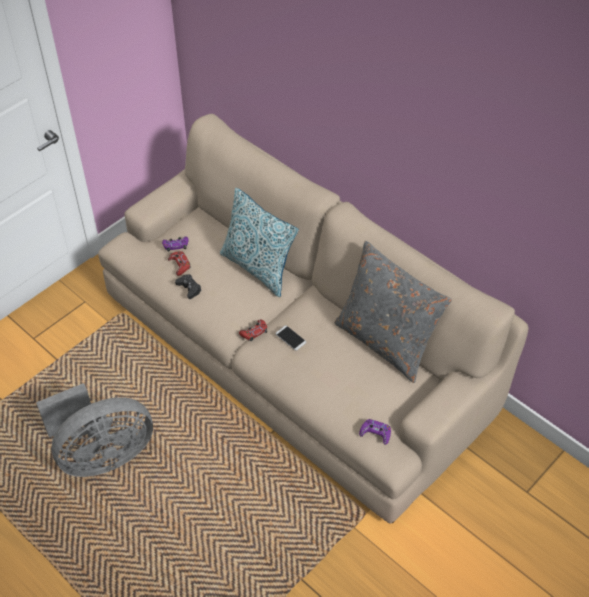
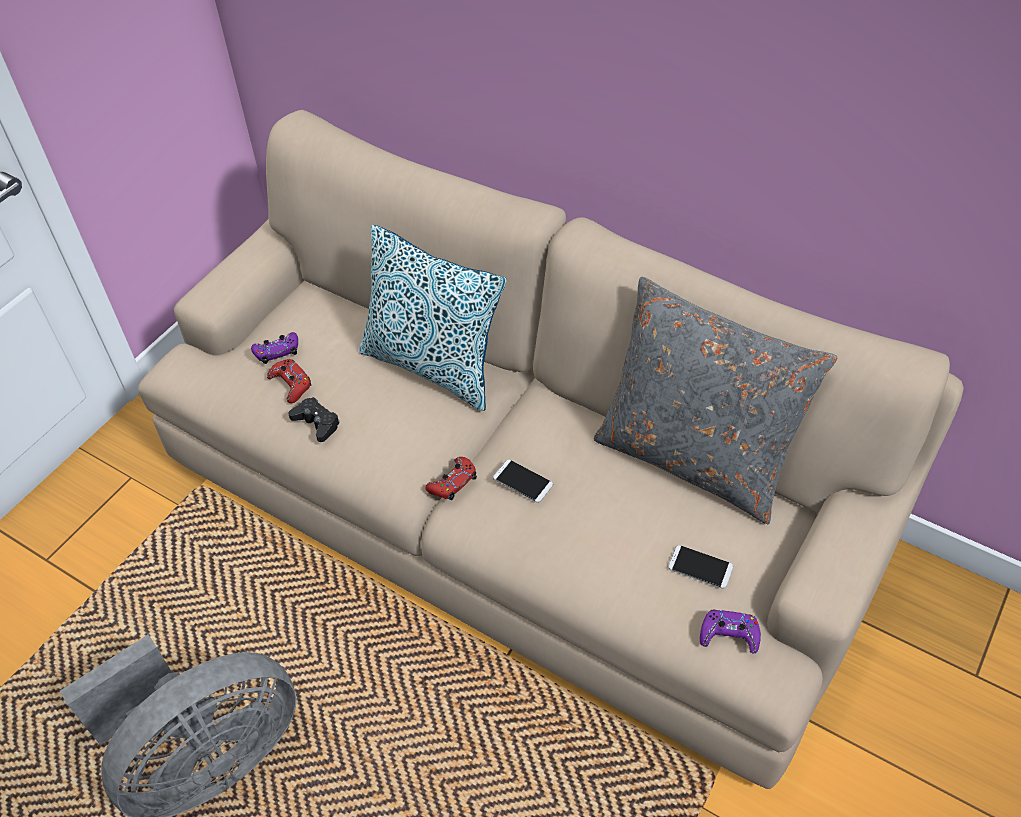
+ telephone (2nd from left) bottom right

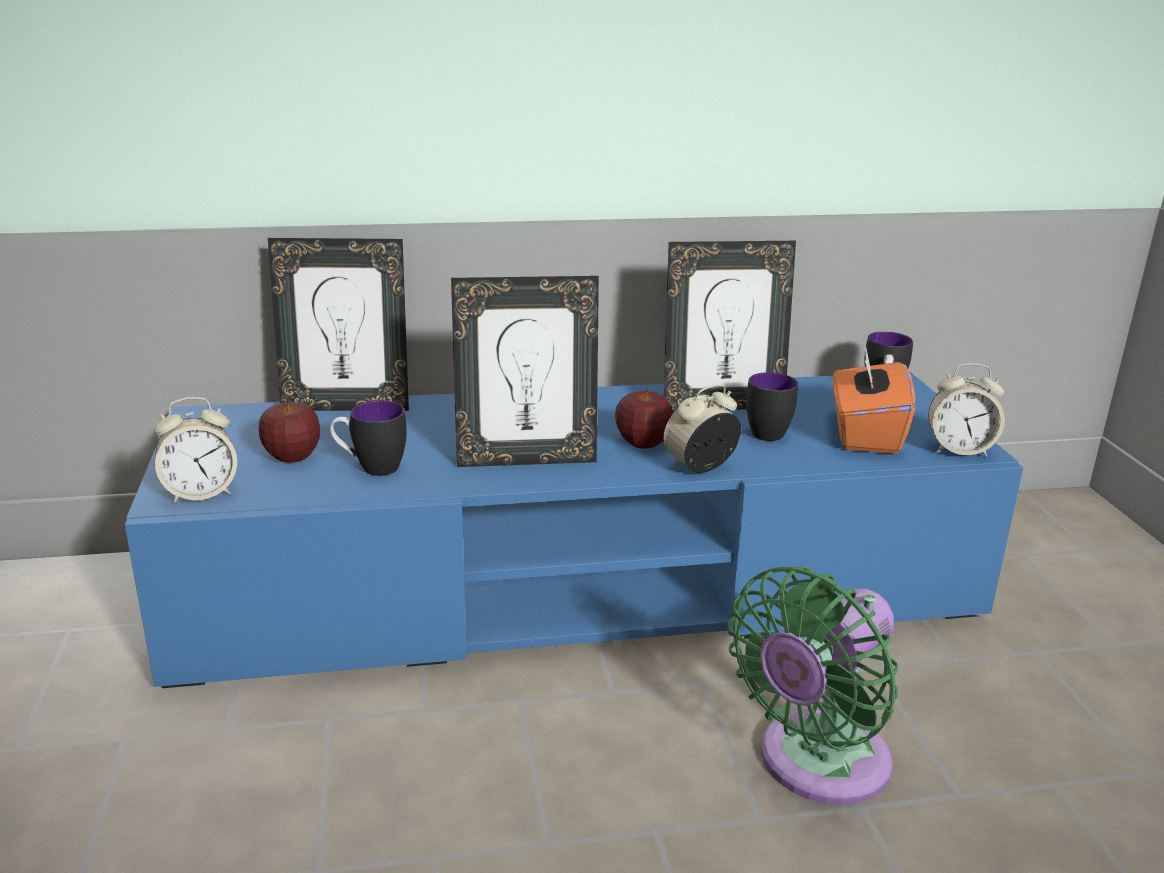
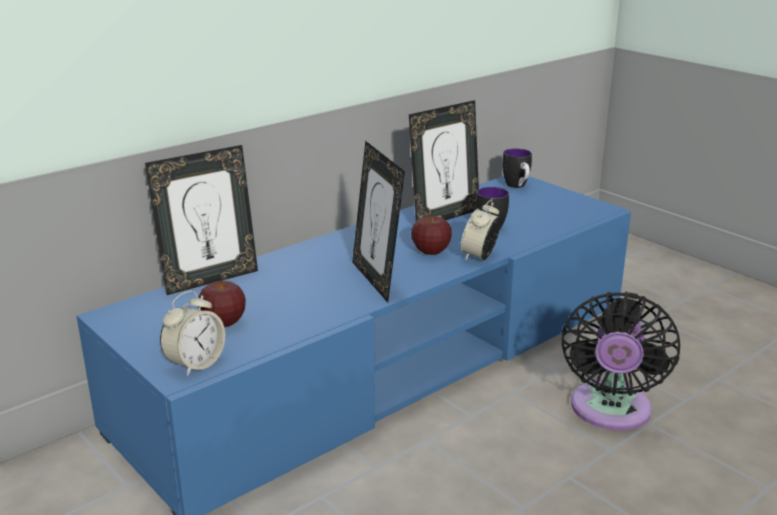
~ photo frame (2nd from left) centre = centre 105 degrees clockwise
- box of tissues (orangey) middle right
- bedside clock (3rd from left) middle right
- tea mug (1st from left) middle left
~ fan (greenish) bottom right to fan (black) bottom right

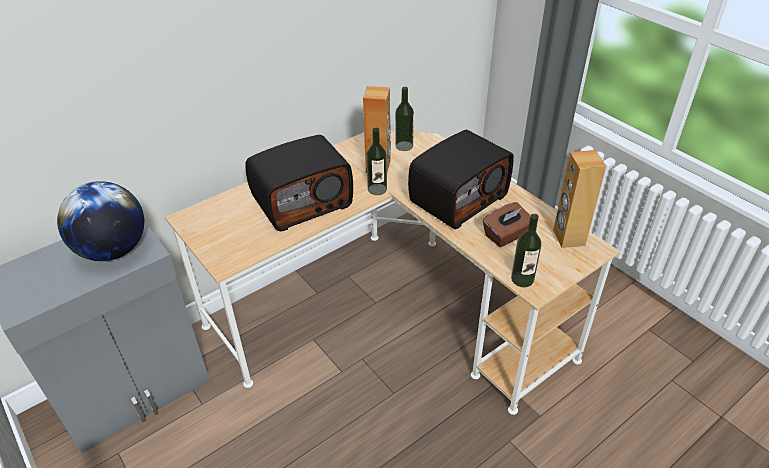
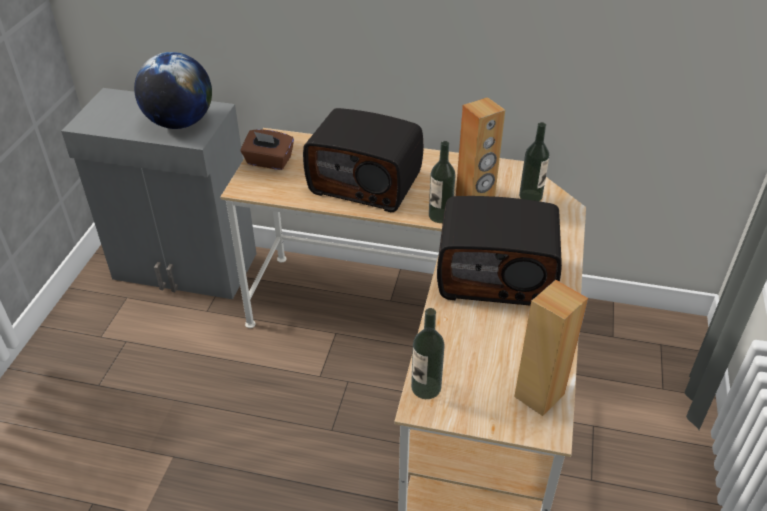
~ box of tissues (brownish) centre to top centre

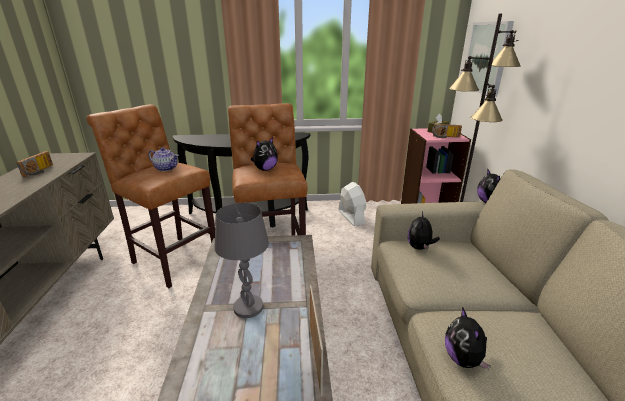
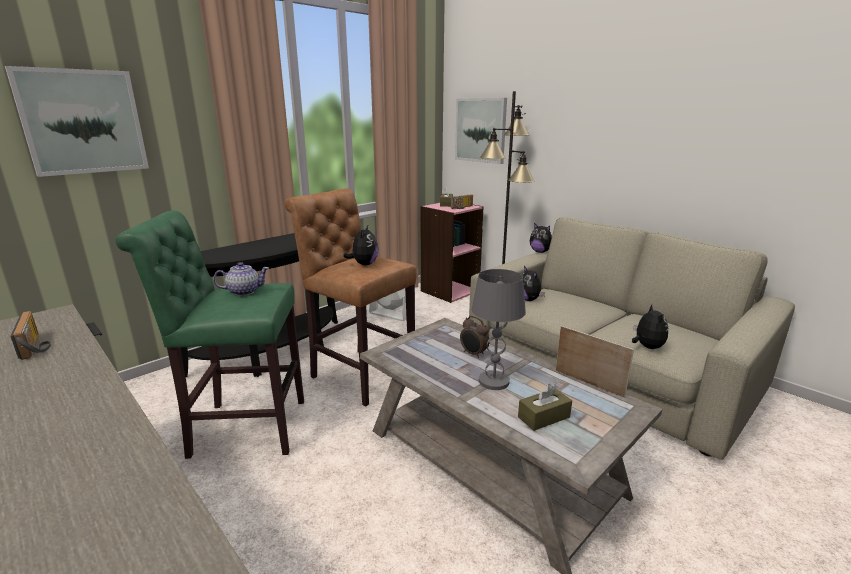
~ stool (brownish) (1st from left) middle left to stool (greenish) middle left
~ soft toy (3rd from left in the first image) bottom right = middle right 135 degrees counterclockwise
+ wall picture (1st from left) top left
+ bedside clock centre
+ box of tissues (brownish) (2nd from left) bottom centre

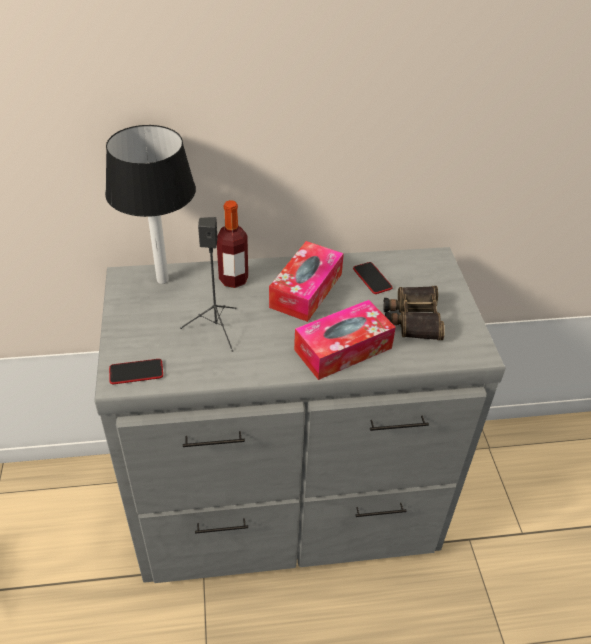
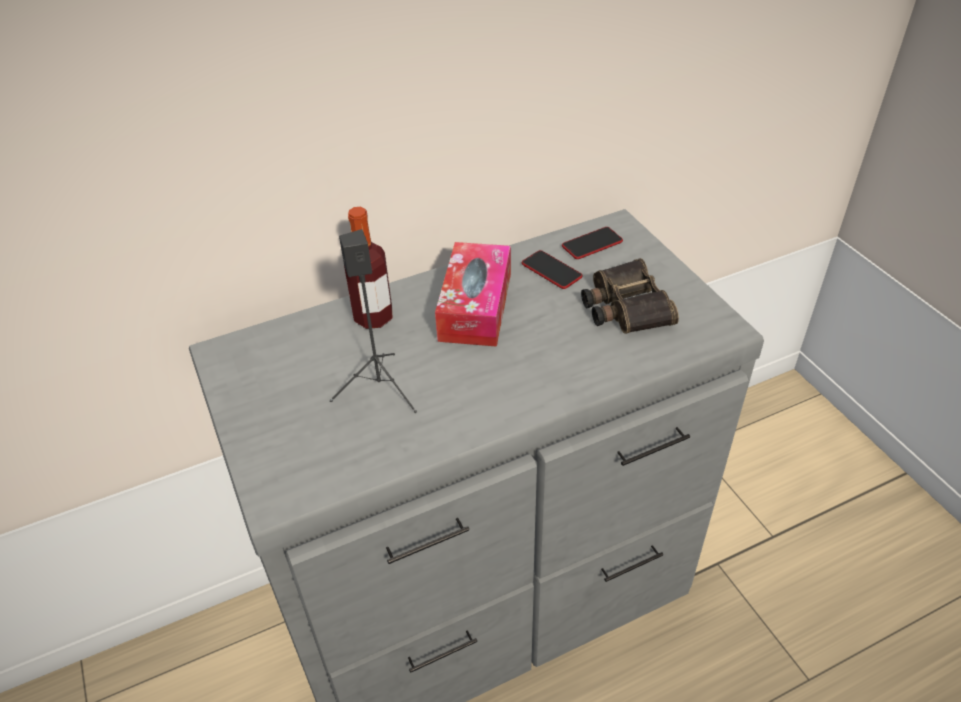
- lamp for a table top left
- box of tissues (2nd from left) centre
~ telephone (1st from left in the first image) middle left to telephone (2nd from left) centre

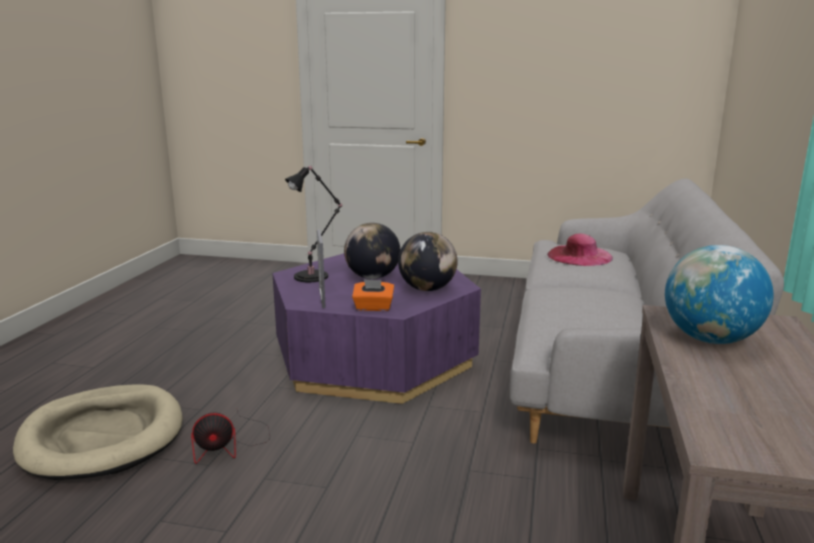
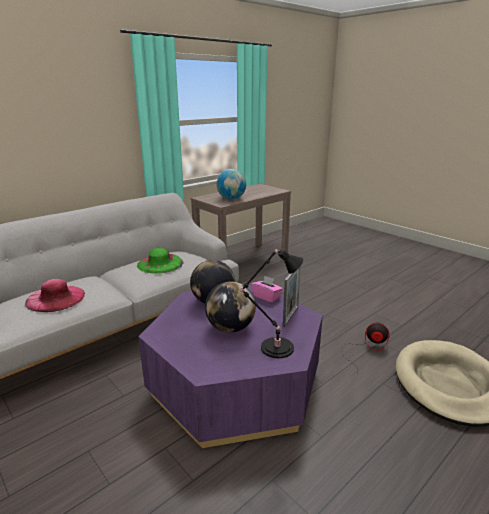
~ box of tissues (orangey) centre to box of tissues (pink-coloured) centre
+ hat (greenish) middle left

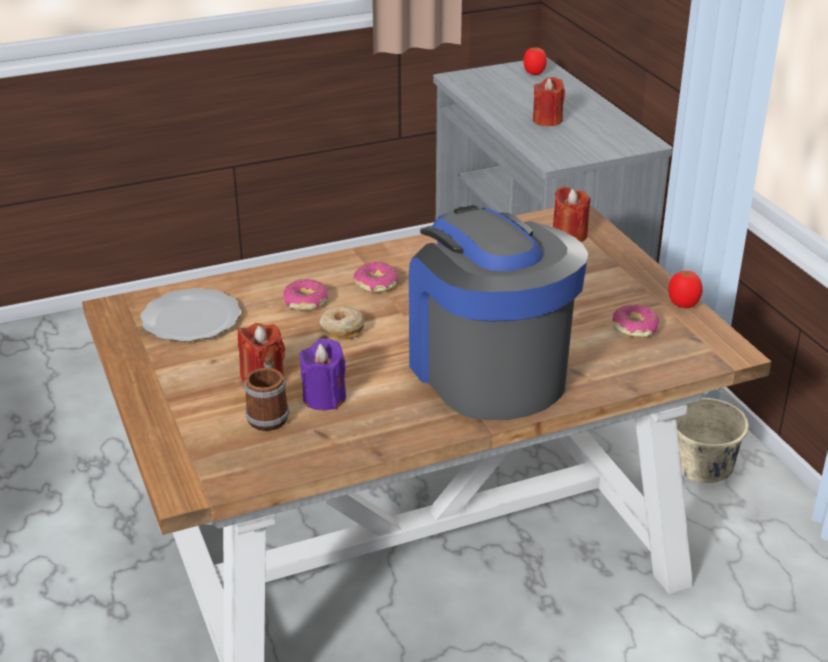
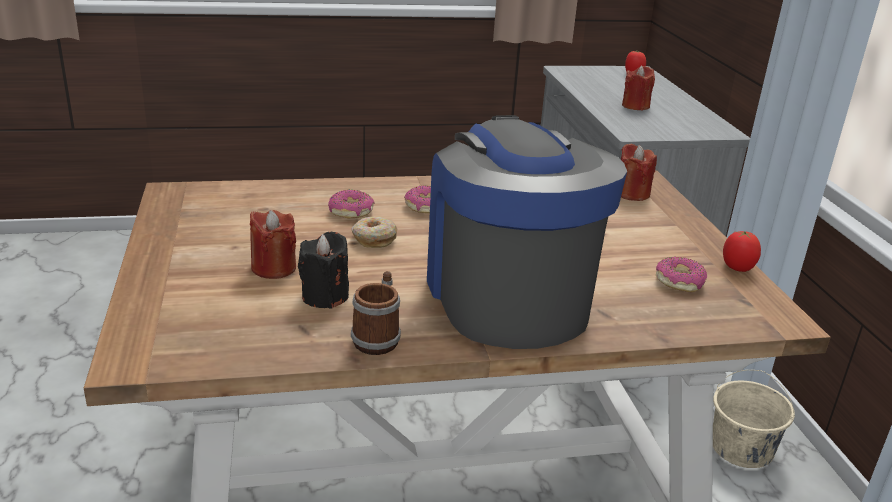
- dinner plate middle left
~ candle (purple) centre to candle (black) centre
~ tea mug middle left to centre

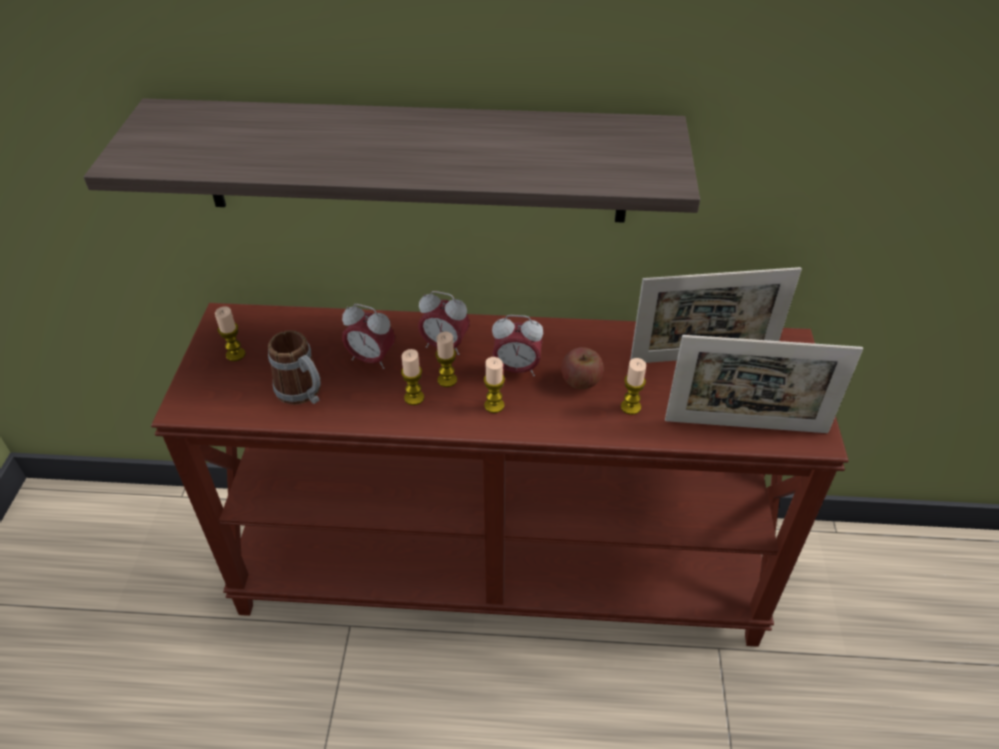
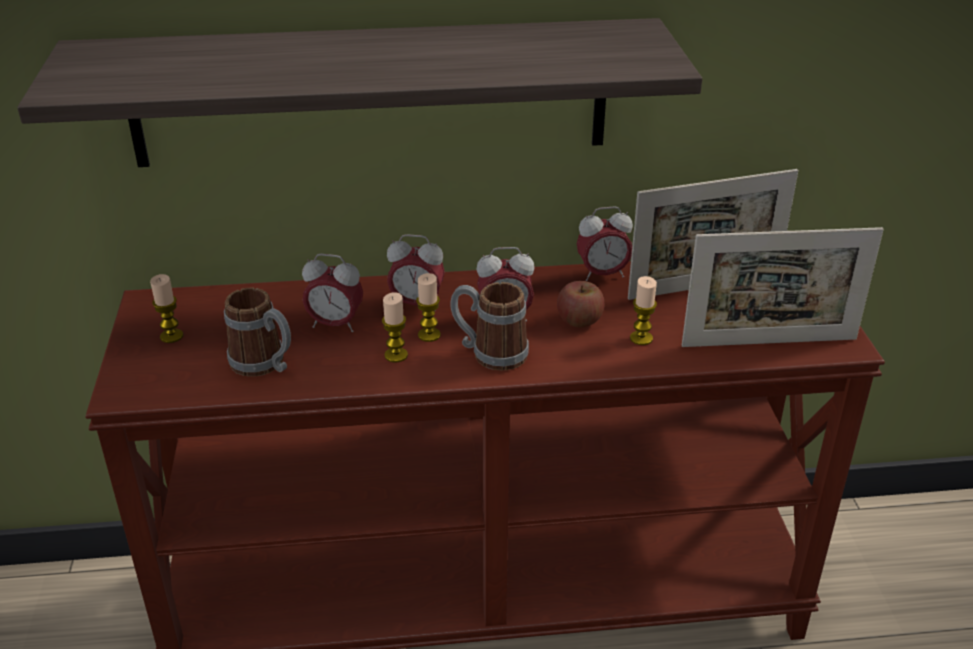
~ candle (4th from left) centre to tea mug (2nd from left) centre
+ bedside clock (4th from left) centre

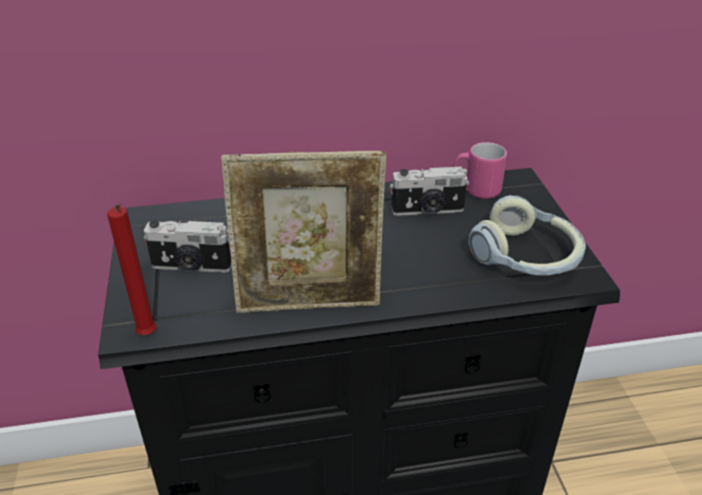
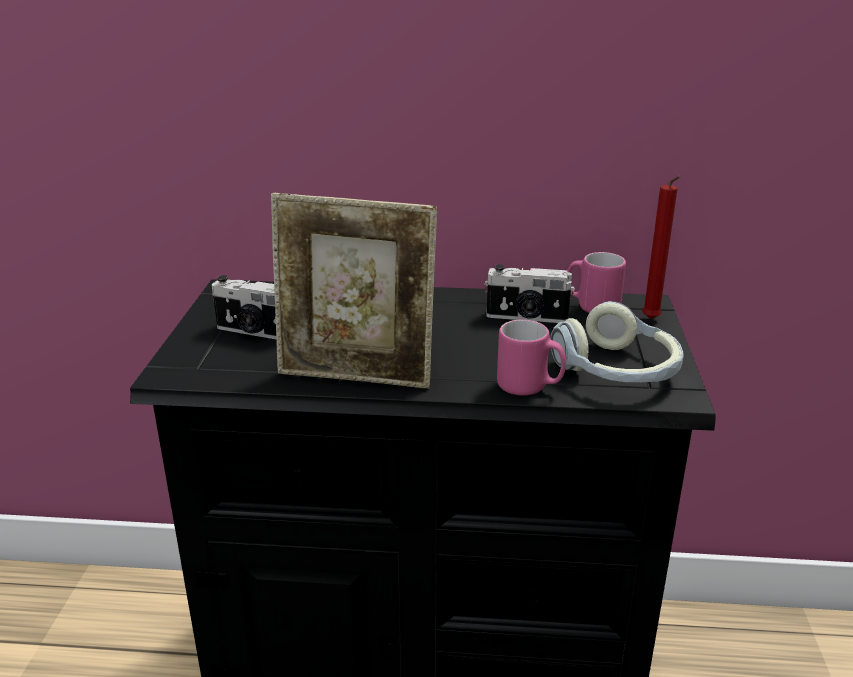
~ candle (red-coloured) middle left to middle right
+ tea mug (pink-coloured) (1st from left) centre

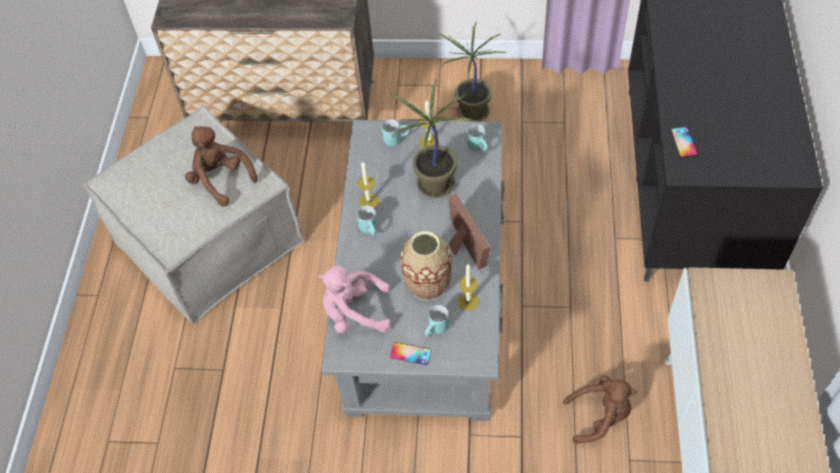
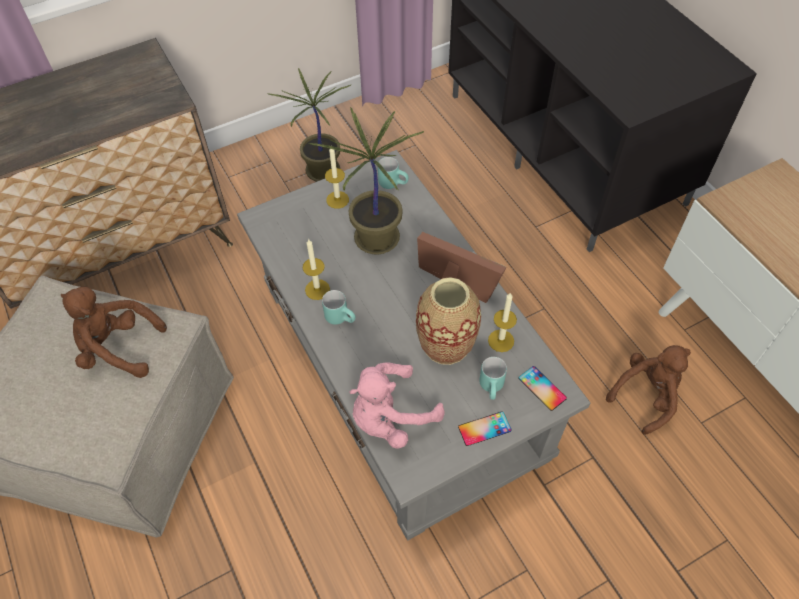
- tea mug (turquoise-coloured) (2nd from left) top centre
~ telephone (2nd from left) top right to middle right

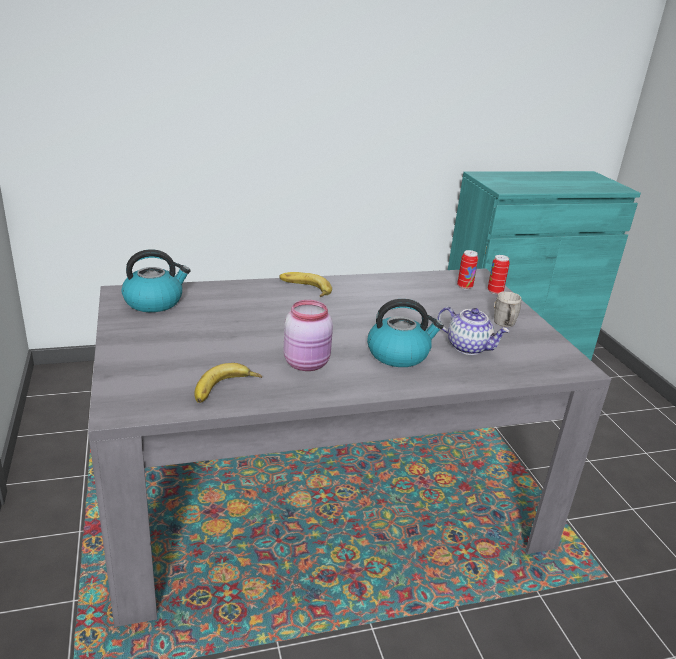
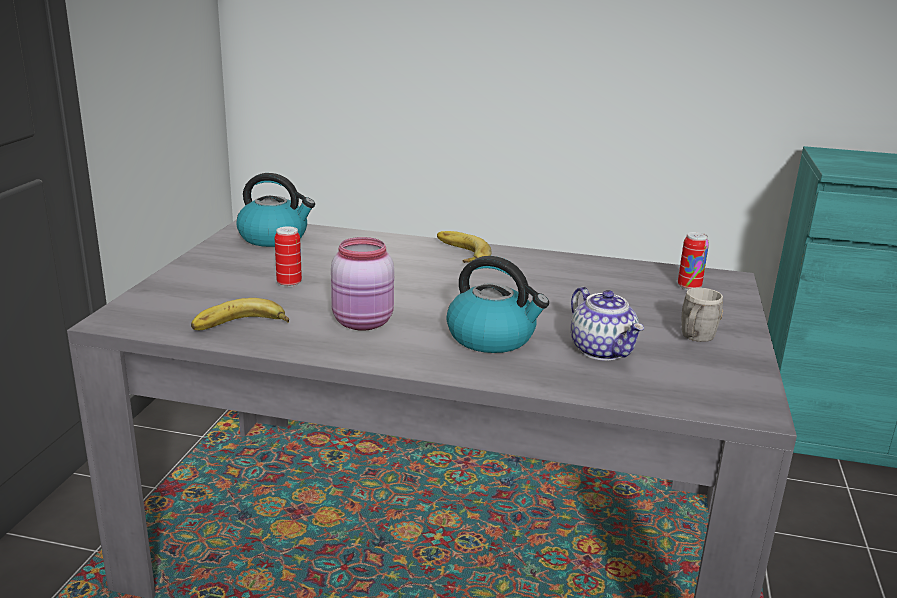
~ metal can (2nd from left in the first image) middle right to metal can (1st from left) middle left

